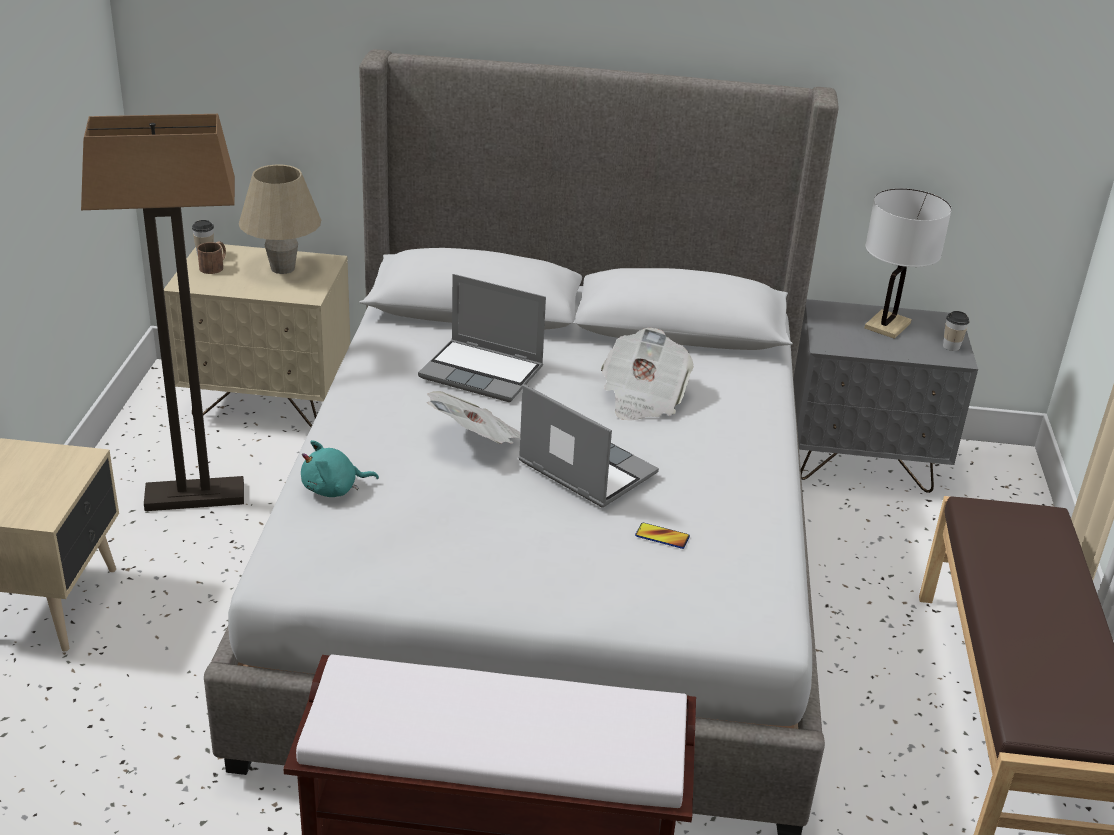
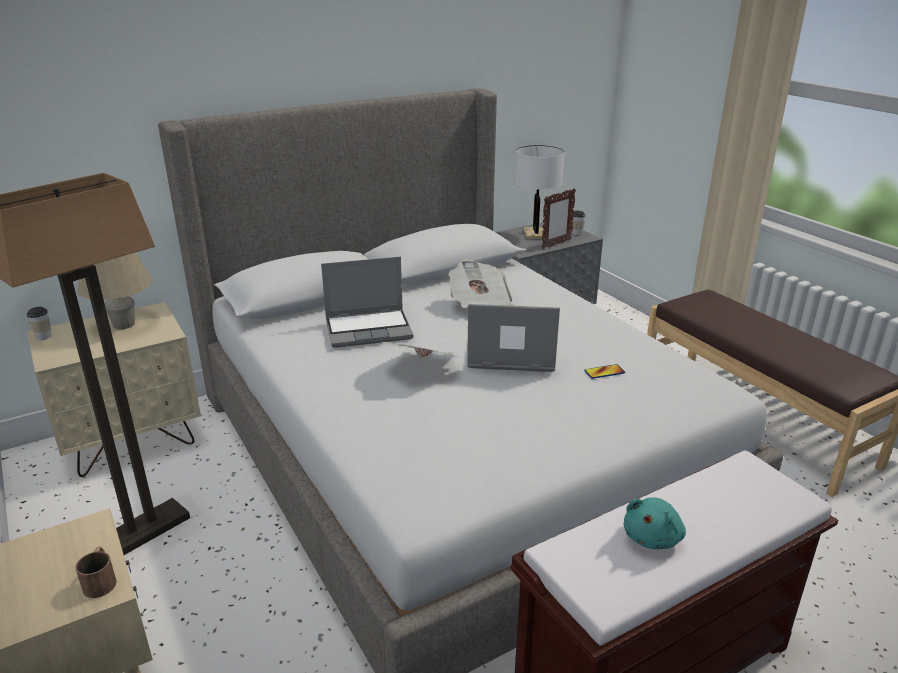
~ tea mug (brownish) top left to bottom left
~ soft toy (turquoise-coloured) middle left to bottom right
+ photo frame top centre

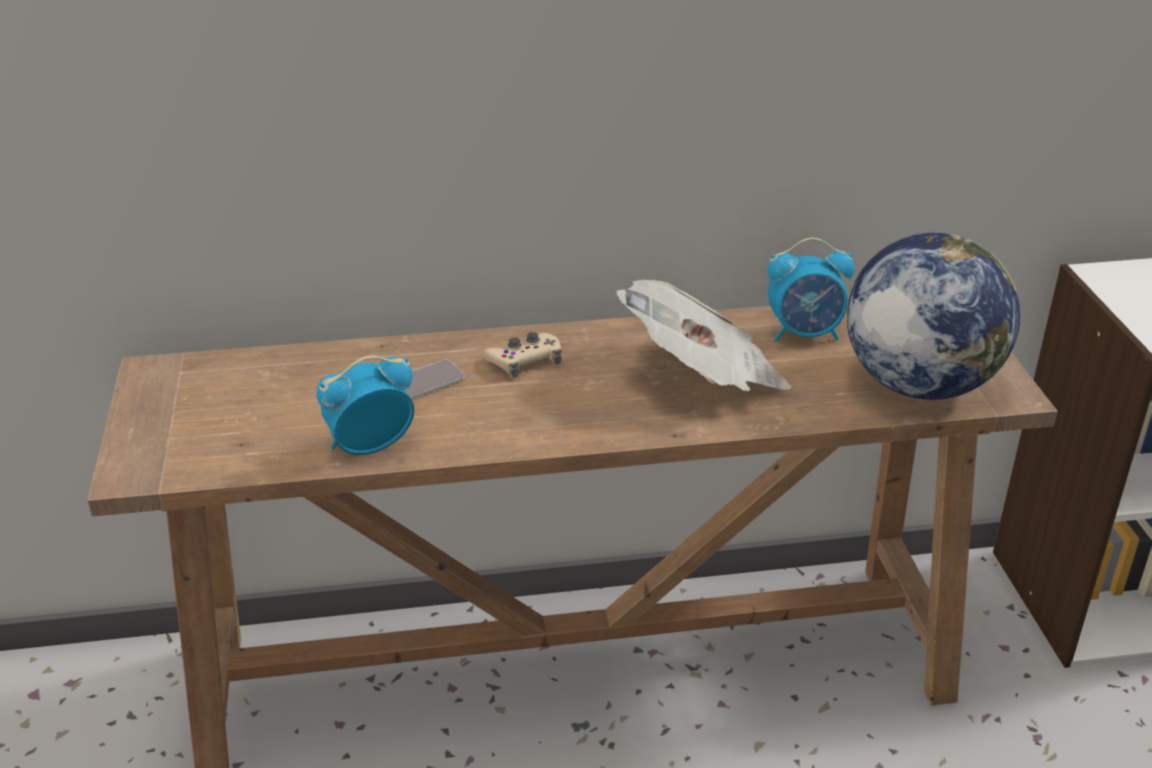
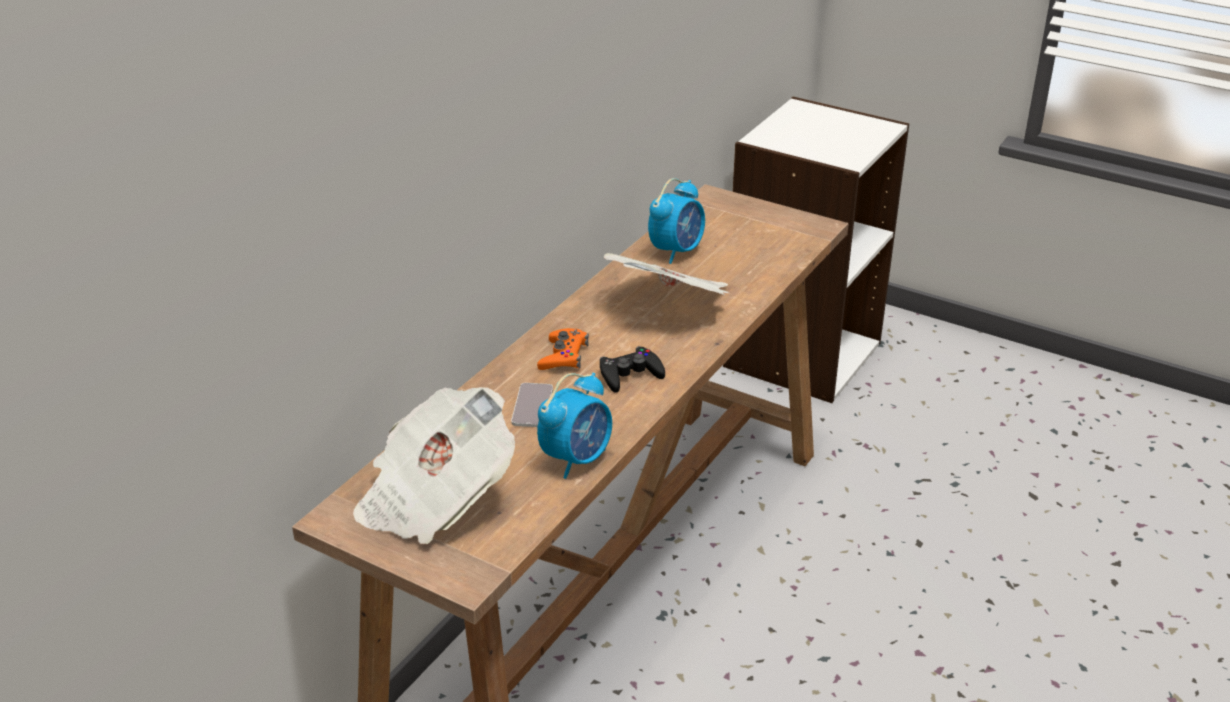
- globe middle right
~ joypad (beige-coloured) centre to joypad (orangey) centre
~ bedside clock (1st from left) middle left = centre 150 degrees counterclockwise
+ joypad (black) centre
+ newspaper (1st from left) centre

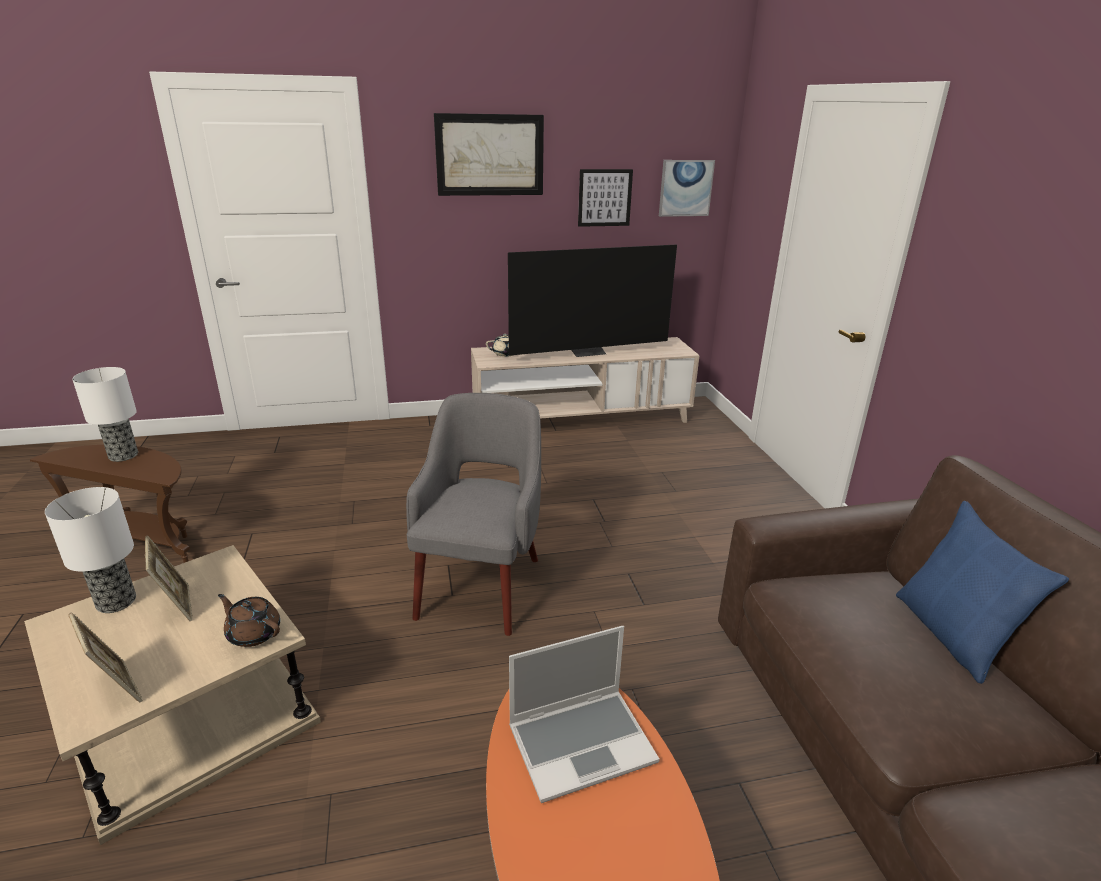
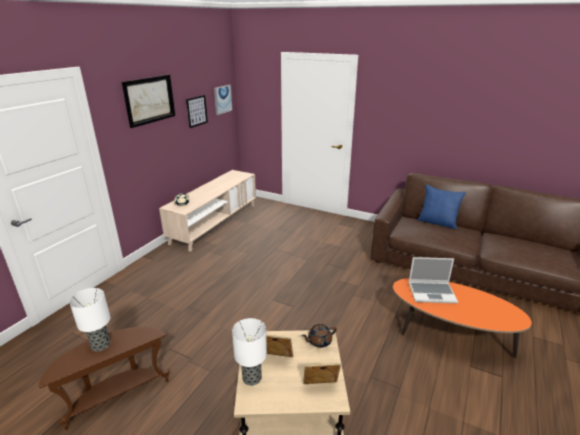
- TV centre
- armchair (greyish) centre
~ laptop bottom centre = middle right 75 degrees clockwise

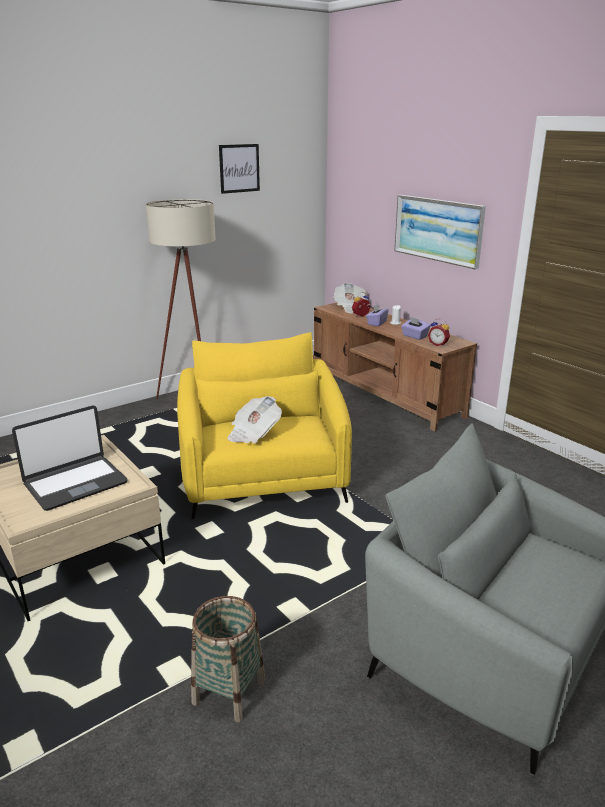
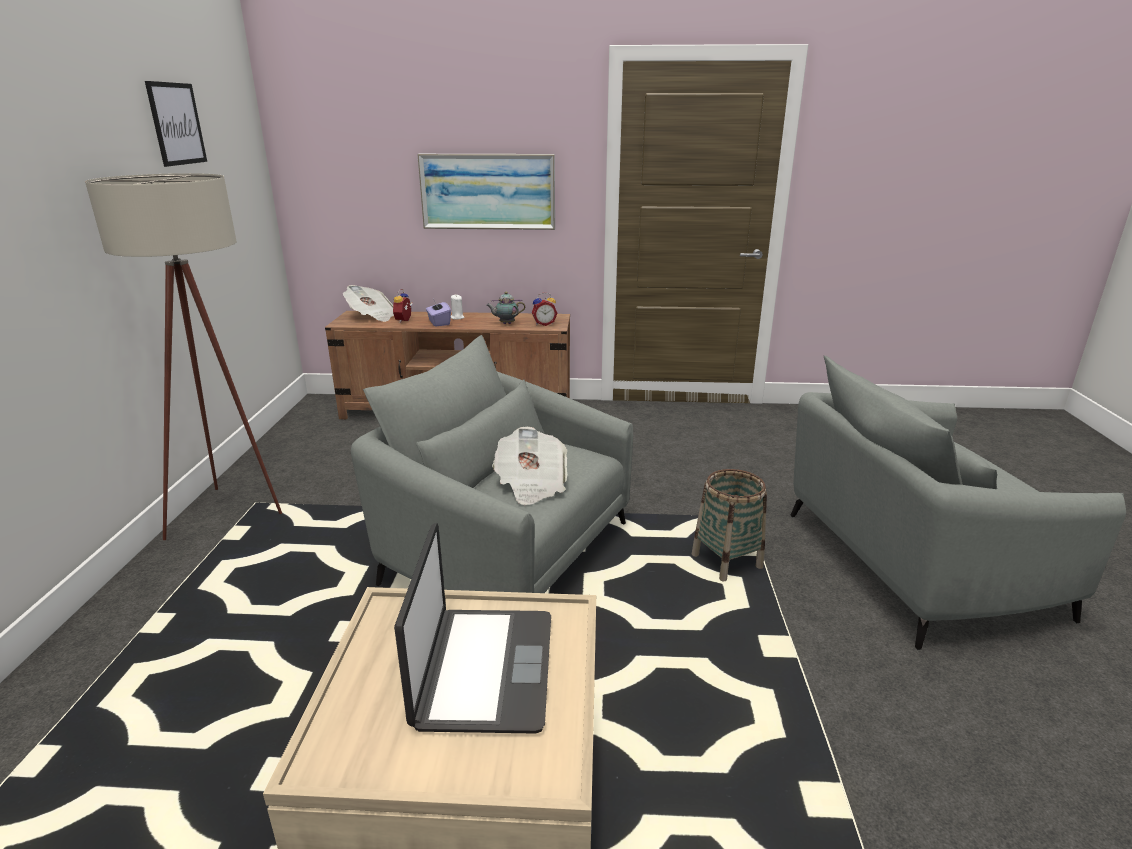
~ box of tissues (purple) (2nd from left) middle right to pot for tea centre
~ armchair (yellow) centre to armchair (greyish) (1st from left) centre
~ storage basket bottom centre to centre

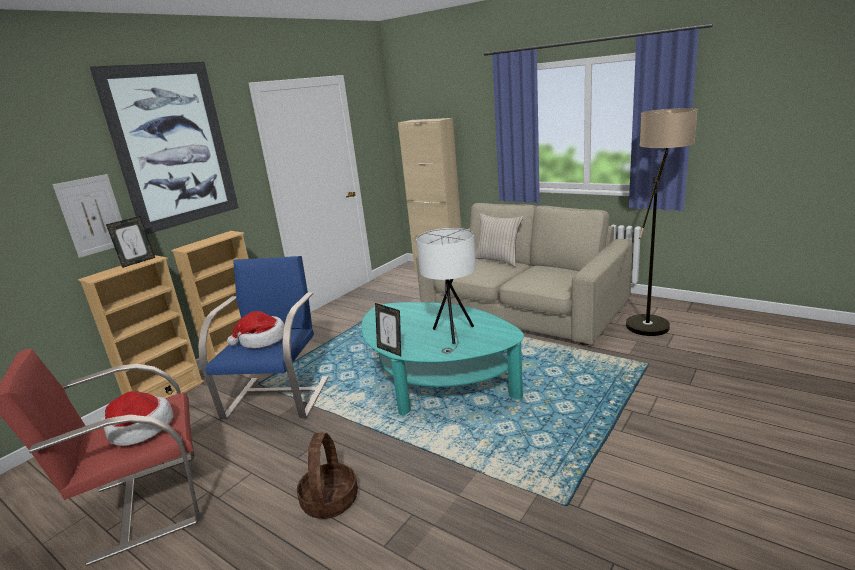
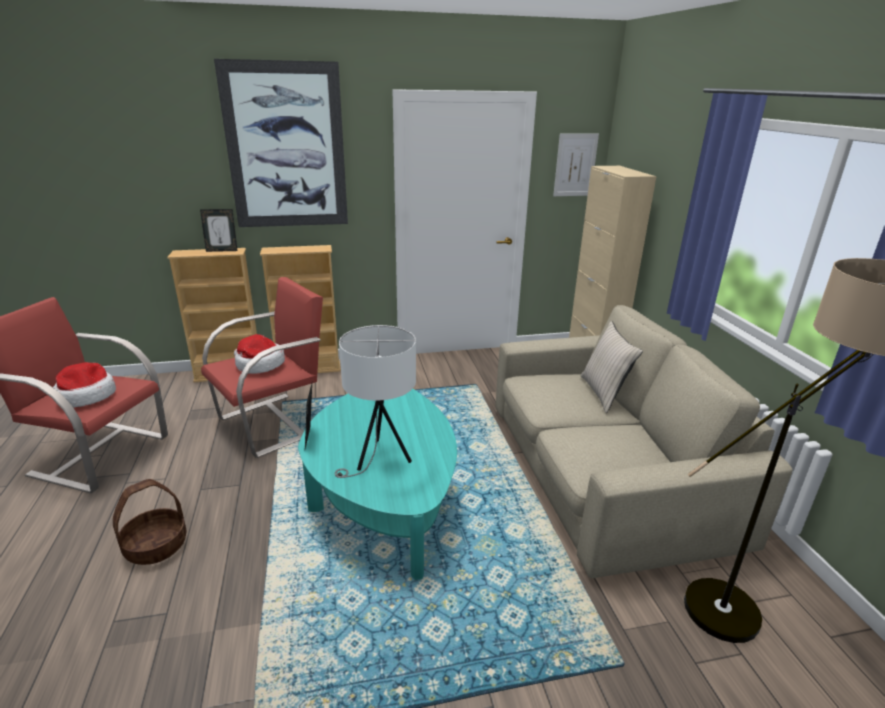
~ wall picture (1st from left in the first image) middle left to wall picture (2nd from left) top centre
~ armchair (blue) middle left to armchair (red-coloured) (2nd from left) middle left

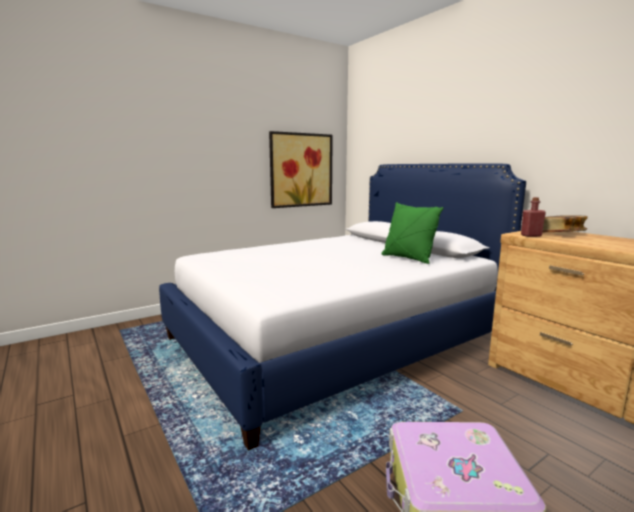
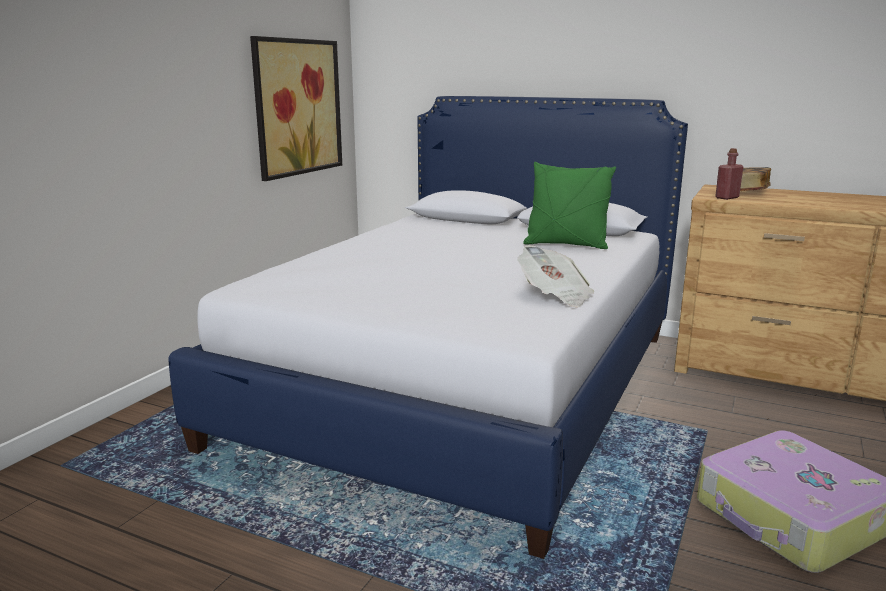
+ newspaper centre

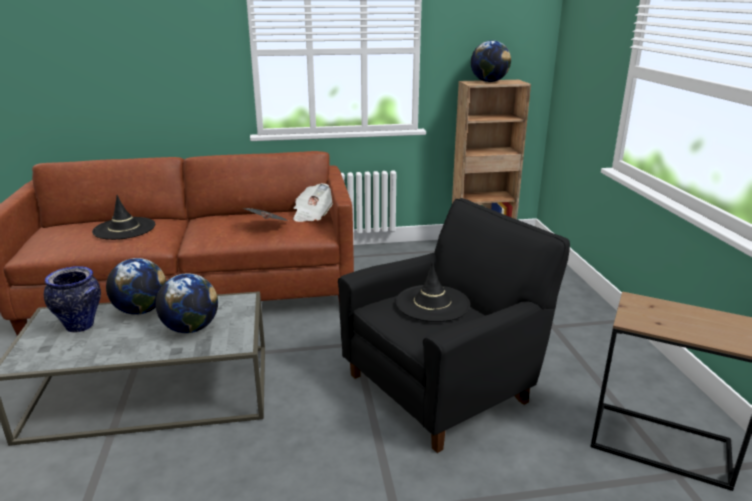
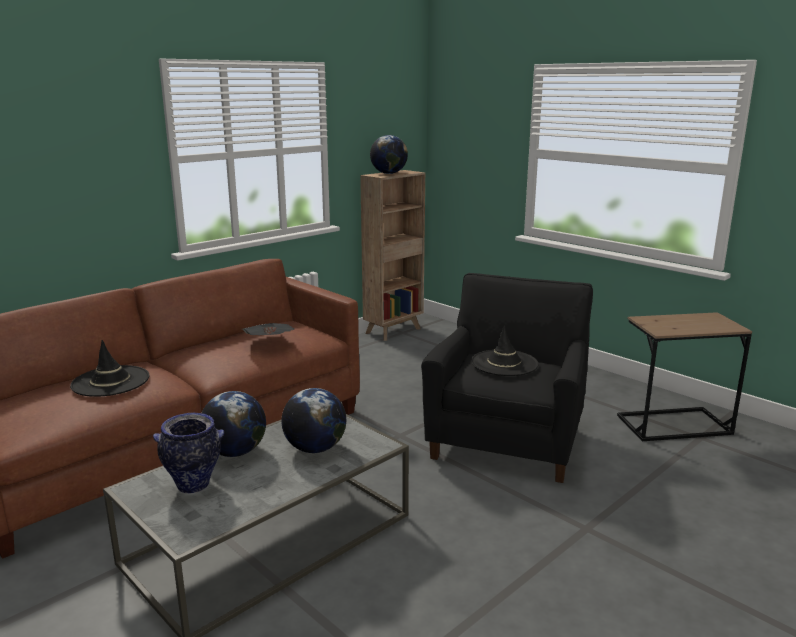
- newspaper (2nd from left) centre

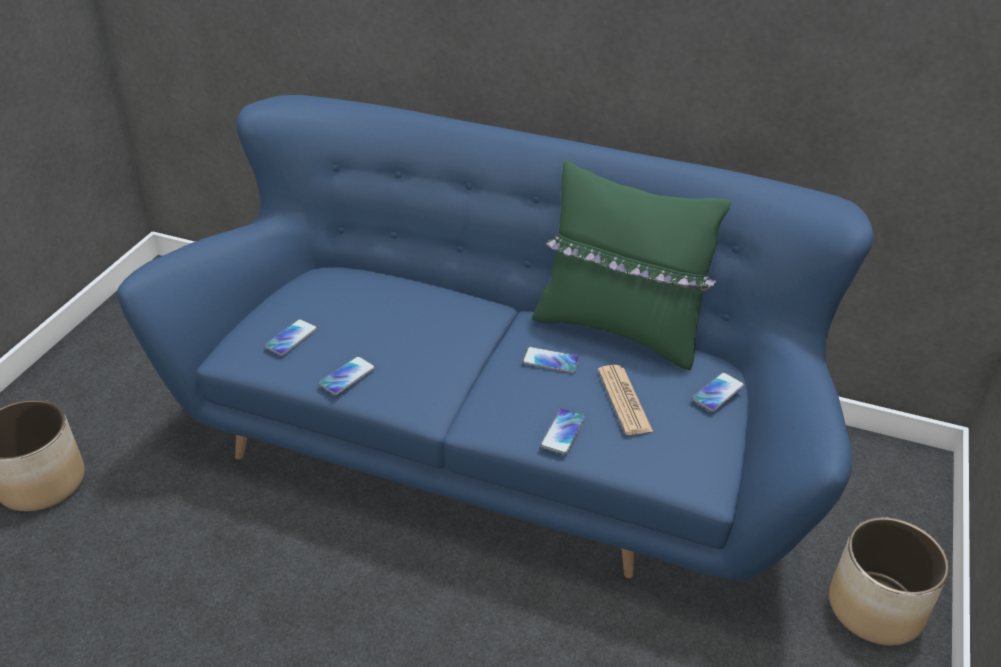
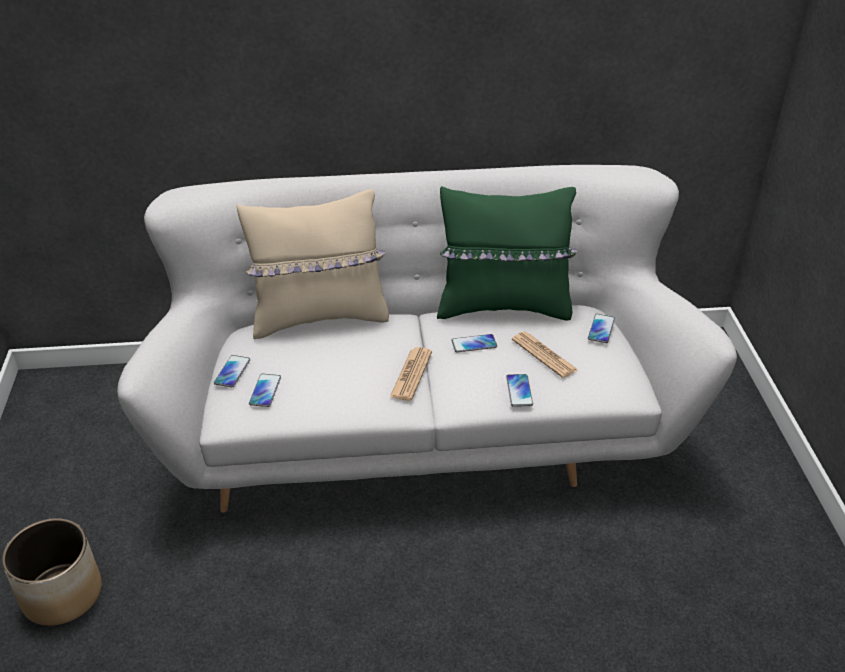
~ sofa (blue) centre to sofa (whitish) centre
~ telephone (2nd from left in the first image) centre to telephone (1st from left) middle left
- flower pot (2nd from left) bottom right
+ throw pillow (beige-coloured) centre
+ newspaper (1st from left) centre

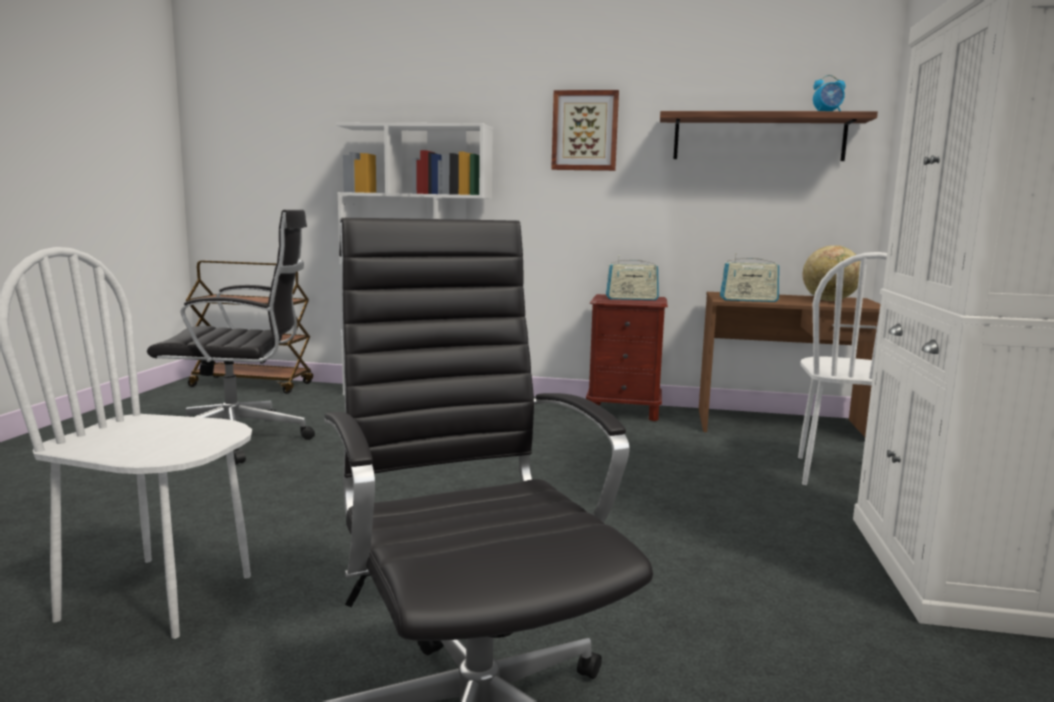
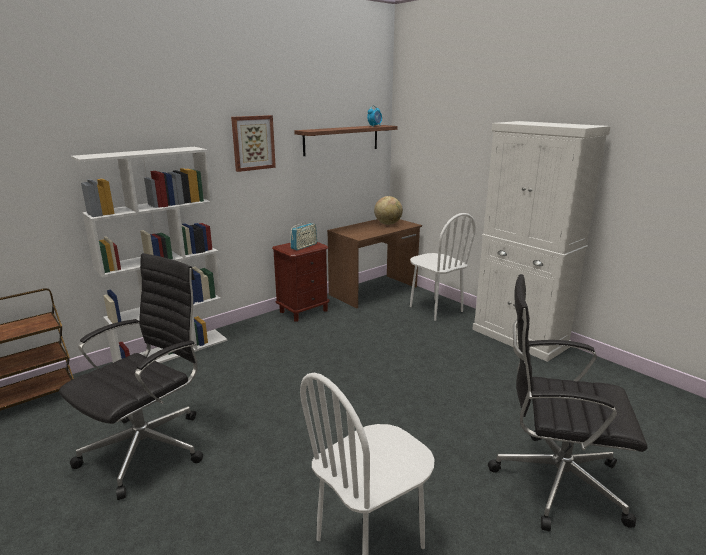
- radio set (2nd from left) middle right

